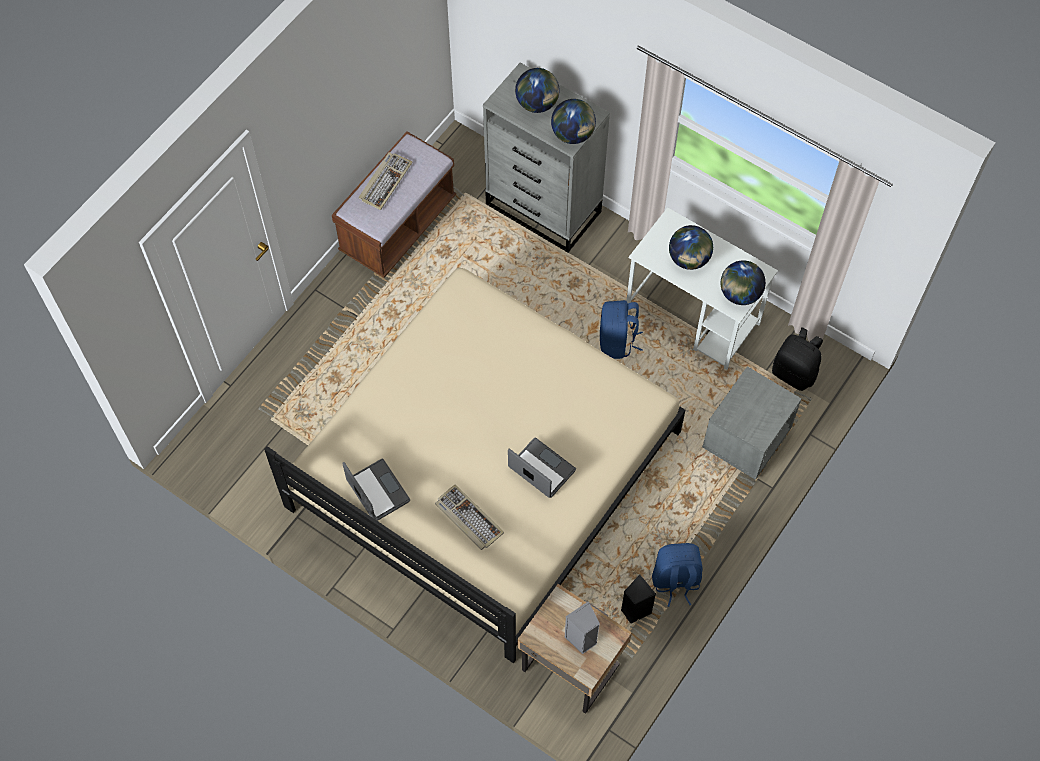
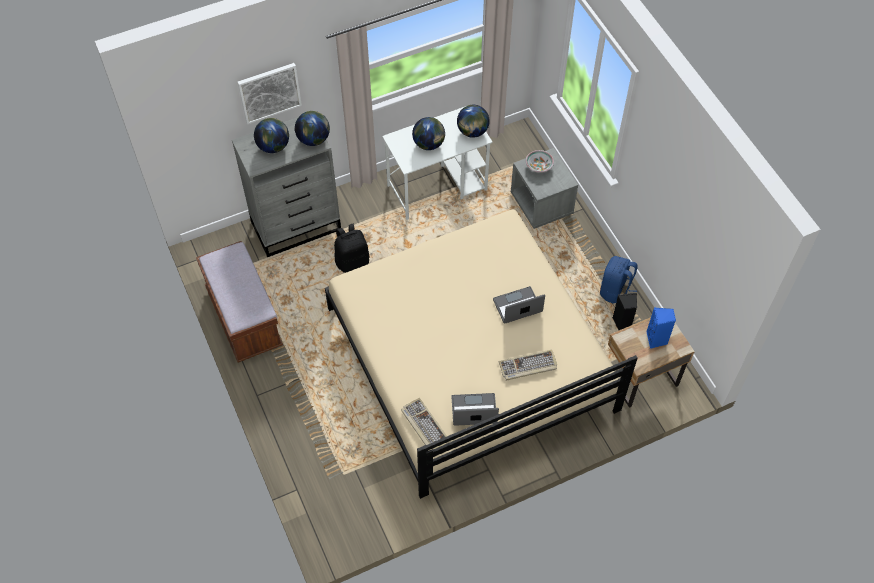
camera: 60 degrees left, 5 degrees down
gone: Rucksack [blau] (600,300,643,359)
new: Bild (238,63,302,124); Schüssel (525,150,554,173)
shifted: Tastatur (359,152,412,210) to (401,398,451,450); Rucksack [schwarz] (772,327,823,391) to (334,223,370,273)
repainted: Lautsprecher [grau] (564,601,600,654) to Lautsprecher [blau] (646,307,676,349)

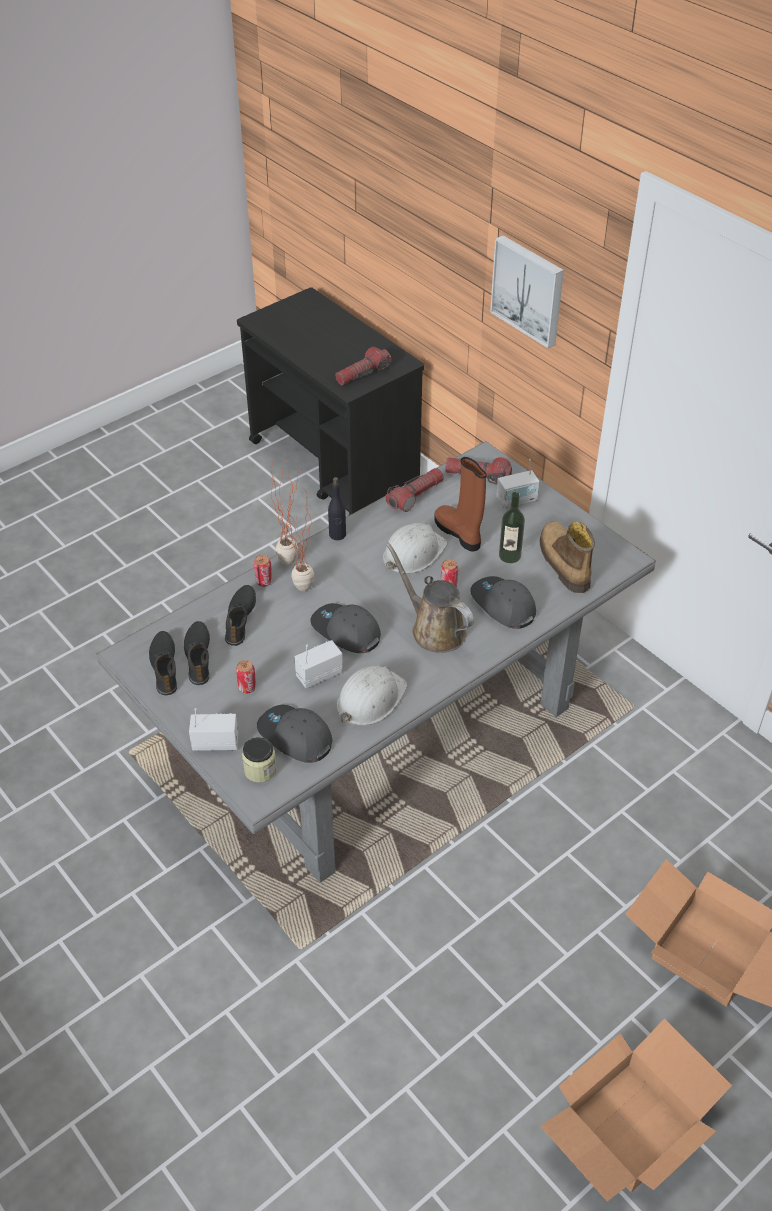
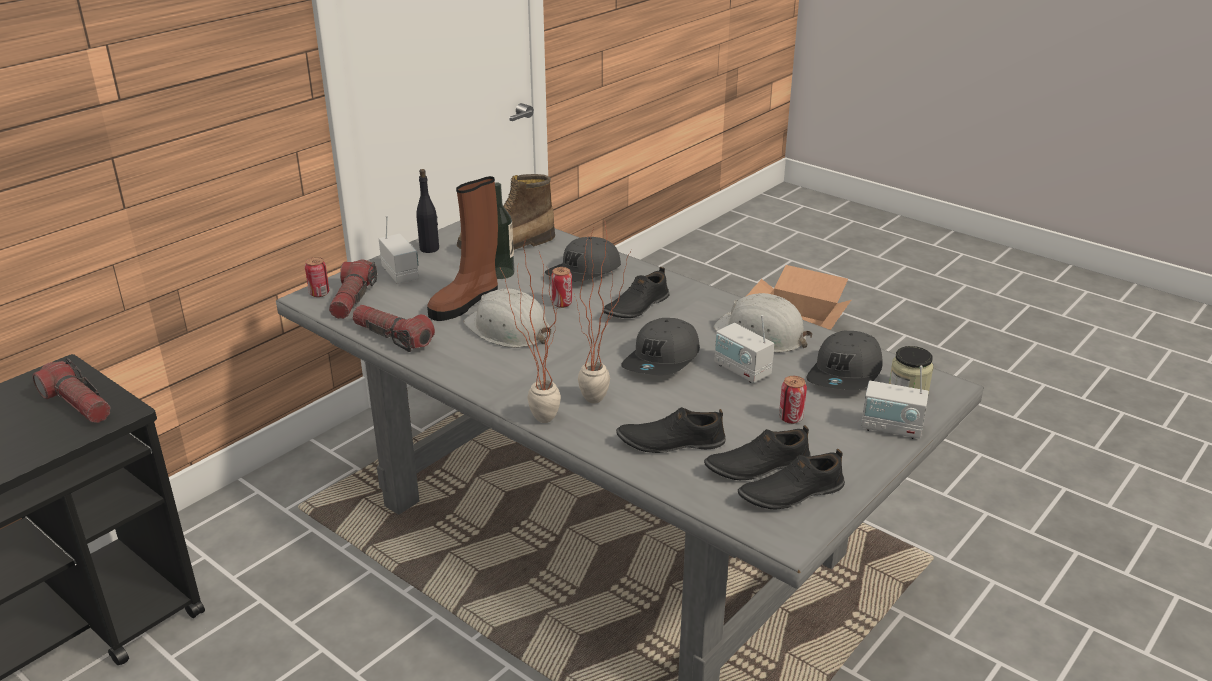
camera: 100 degrees left, 15 degrees down
gone: Bild (490,235,564,348); Karton (540,1019,732,1202)
shifted: Flasche [schwarz] (328,477,346,540) to (416,169,439,253); Dose (254,555,272,586) to (305,257,329,297)
swapped: Gießkanne [braun] (386,542,474,653) to Schuh [schwarz] (603,267,670,318)
rotated: Radio (189,708,238,751) = (861,366,929,439) 60 degrees counterclockwise

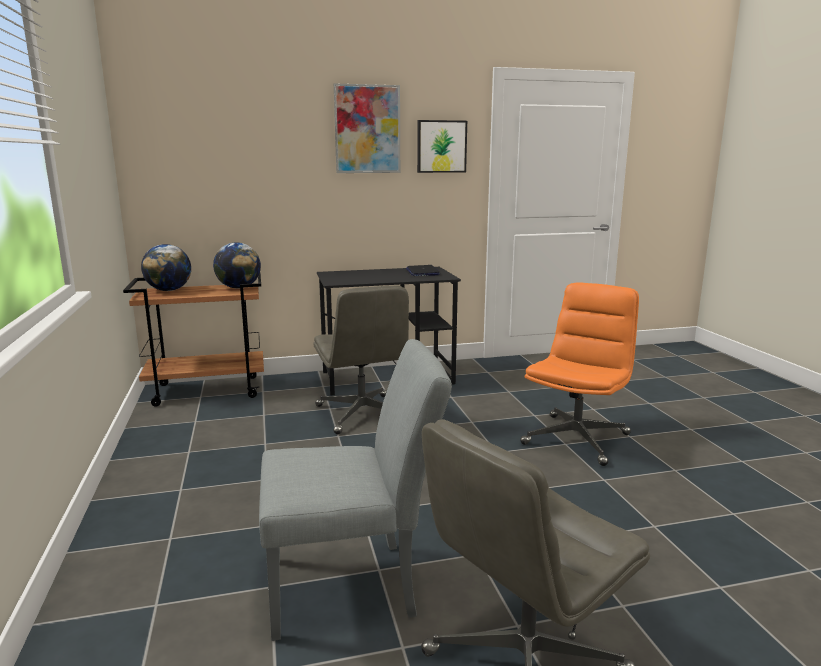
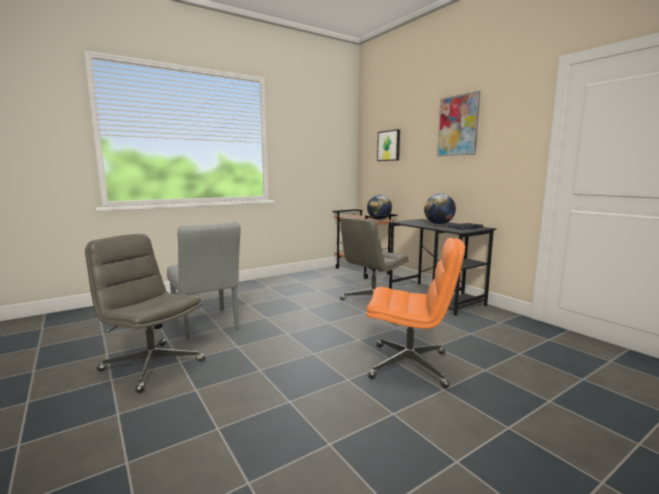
camera: 70 degrees right, 5 degrees down
shifted: Bild (417,120,467,173) to (377,129,400,161); Globus (141,244,191,291) to (424,194,456,224)

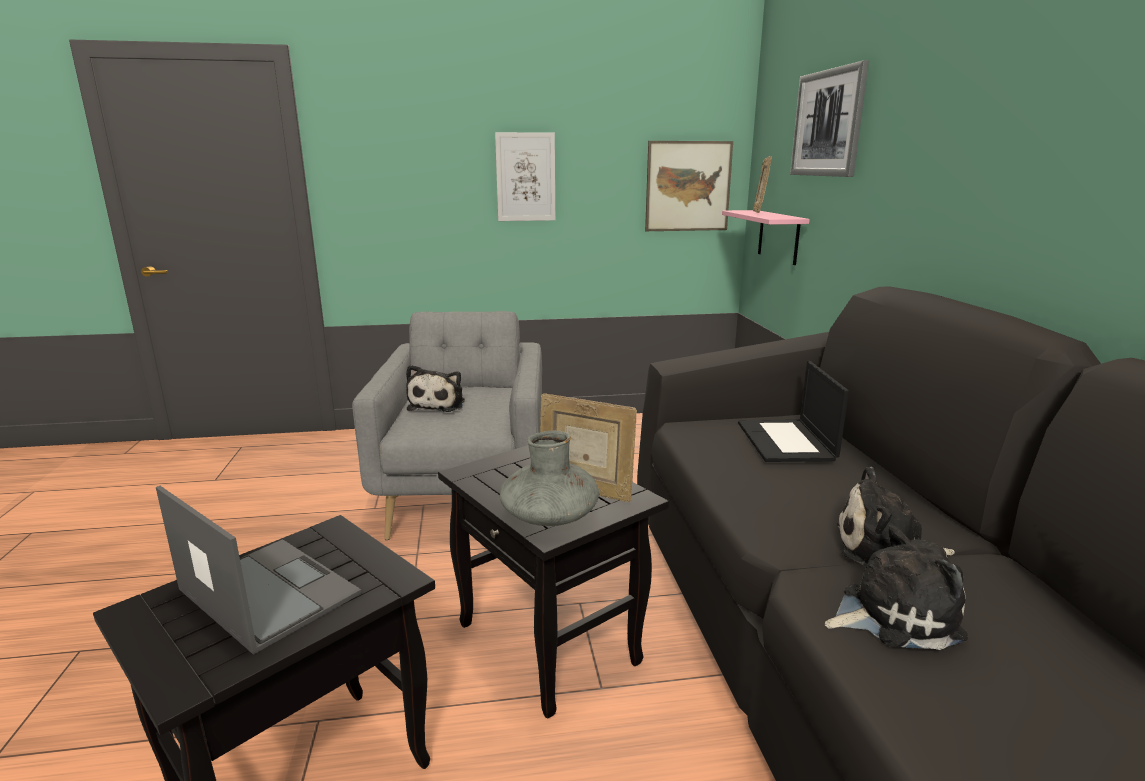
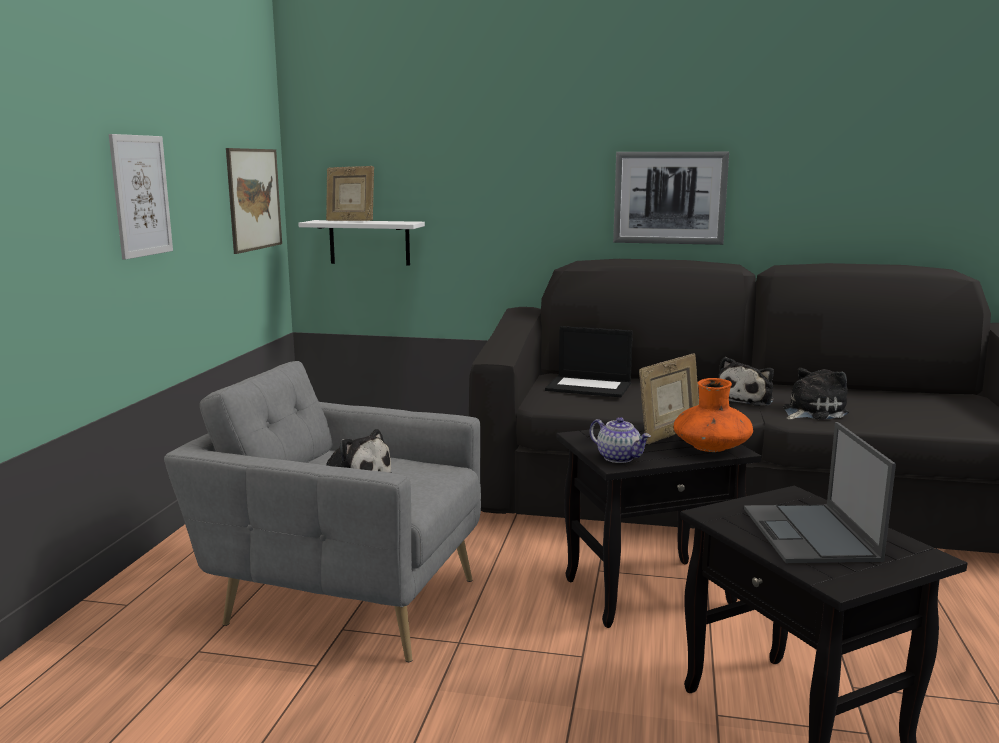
camera: 70 degrees left, 5 degrees down
new: Teekanne (589,417,651,463)
shifted: Bild (790,60,869,177) to (613,152,729,245)
repainted: Wandregal [rosa] (722,210,810,265) to Wandregal [weiß] (298,220,425,266); Vase [grau] (500,431,599,526) to Vase [orange] (673,378,753,452)
rotated: Laptop (156,486,362,655) = (744,422,896,563) 60 degrees counterclockwise; Plüschtier (825,525,968,650) = (783,368,849,420) 45 degrees clockwise

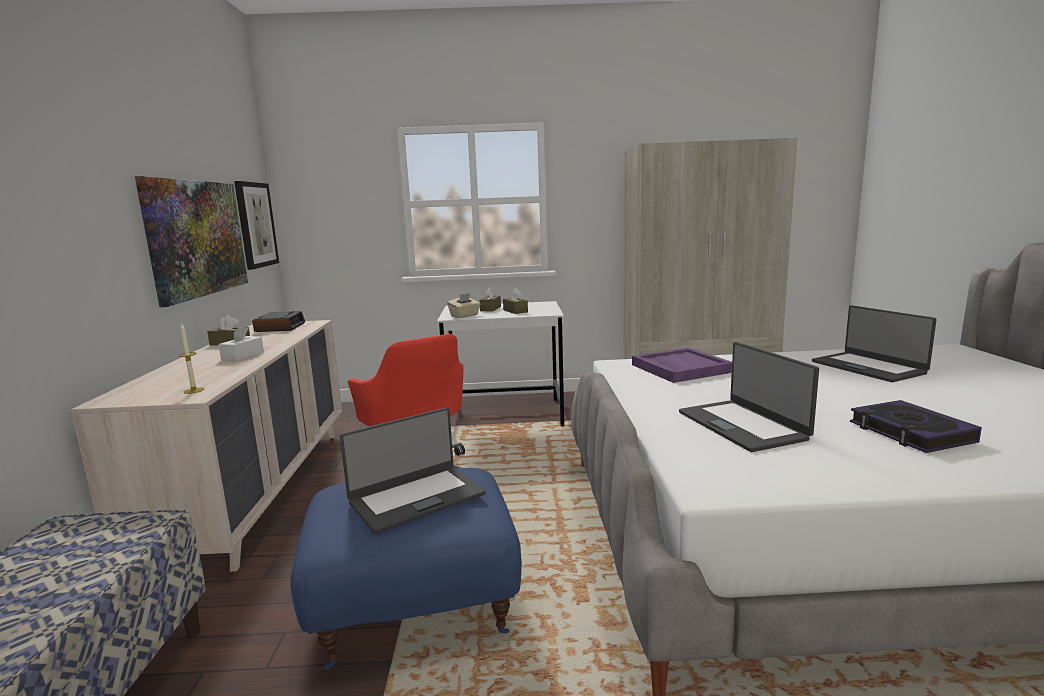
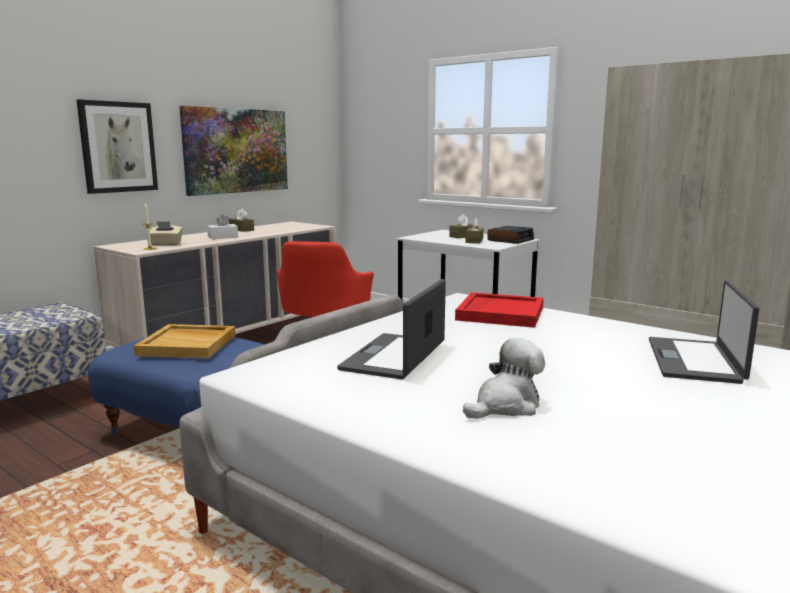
camera: 40 degrees right, 0 degrees up
shifted: Bild (234,181,279,270) to (77,99,158,194); Taschentuchbox [beige] (447,293,480,318) to (150,221,183,246); Wecker (252,311,305,332) to (487,226,534,244)
swapped: Buch (850,400,982,453) to Plüschtier (463,338,545,419); Laptop (340,407,486,534) to Tablett [beige] (134,324,236,359)
repainted: Tablett [lila] (632,348,732,383) to Tablett [rot] (455,292,544,328)

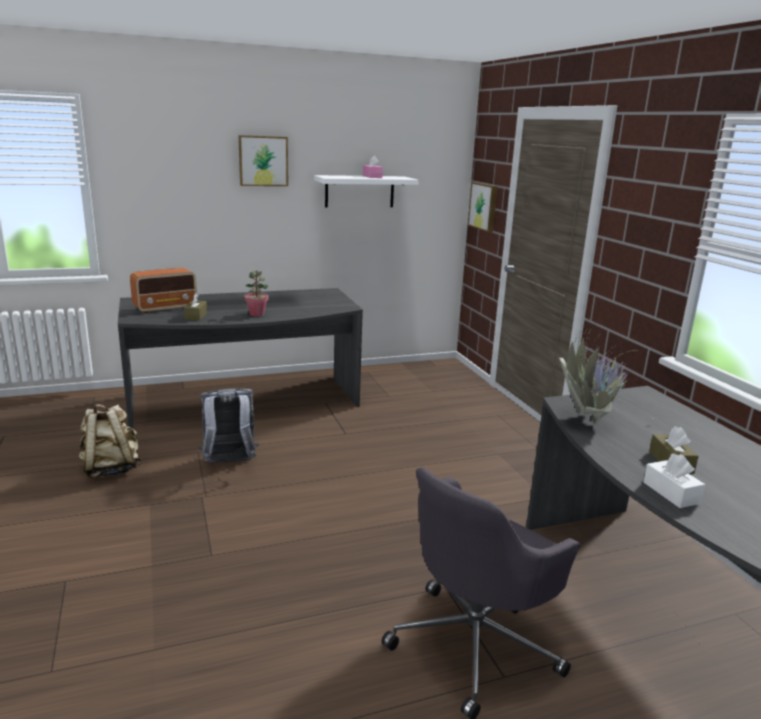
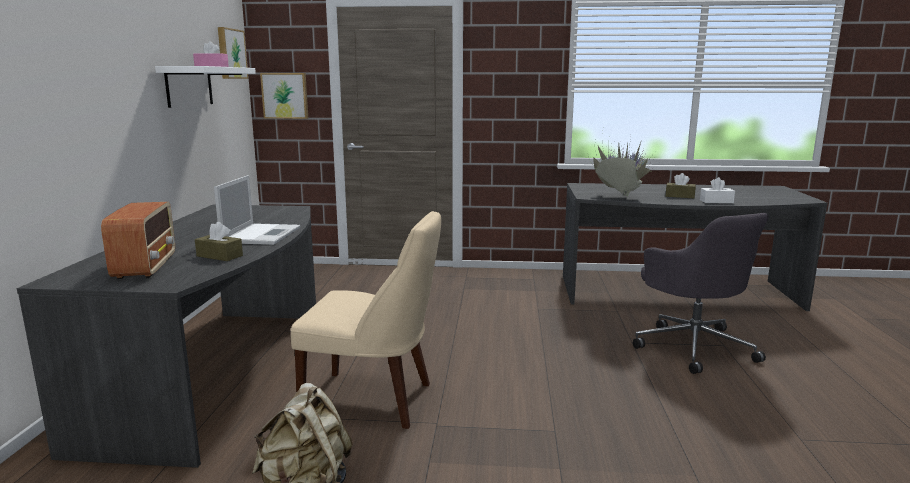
camera: 65 degrees left, 5 degrees down
shifted: Bild (238,135,288,186) to (218,27,248,79)
swapped: Topfpflanze (244,270,269,317) to Laptop (214,175,300,245); Rucksack [grau] (198,389,259,463) to Stuhl [beige] (291,211,441,429)

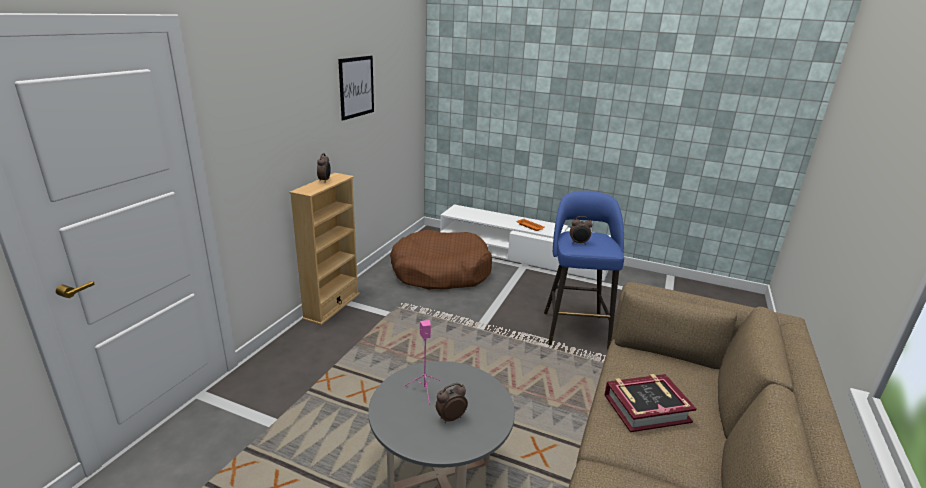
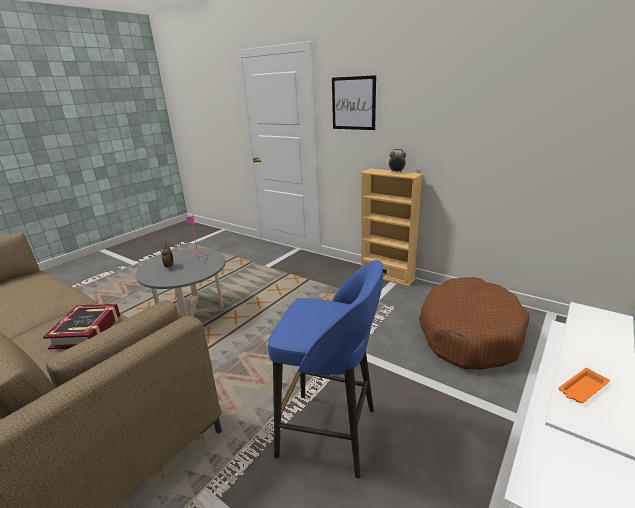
camera: 105 degrees right, 0 degrees up
gone: Wecker (570,216,593,245)
shifted: Bild (338,56,374,120) to (332,75,376,130)

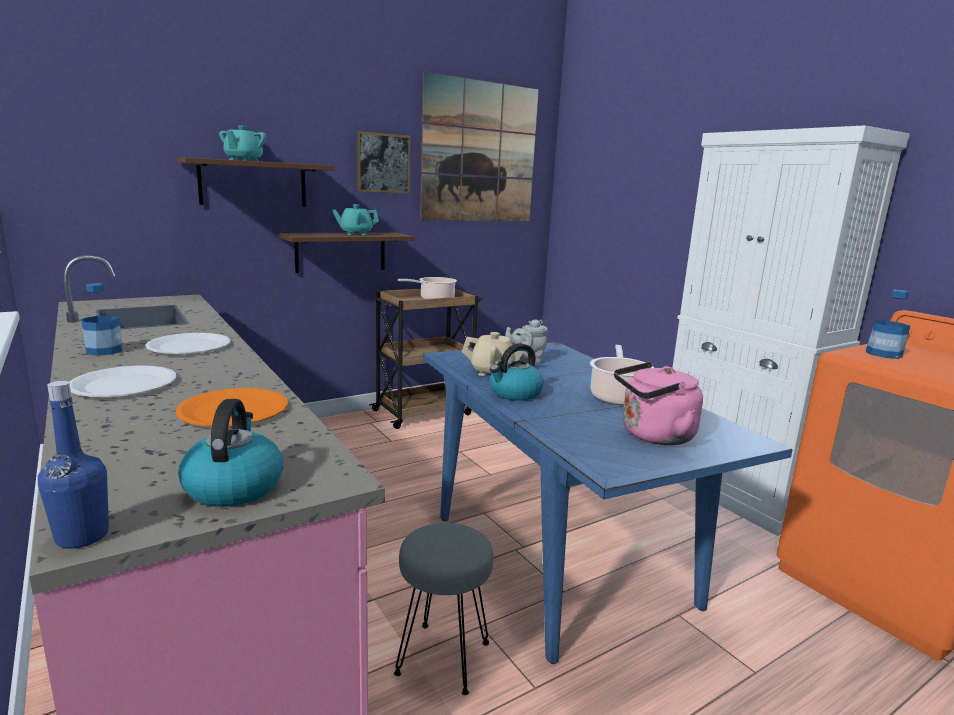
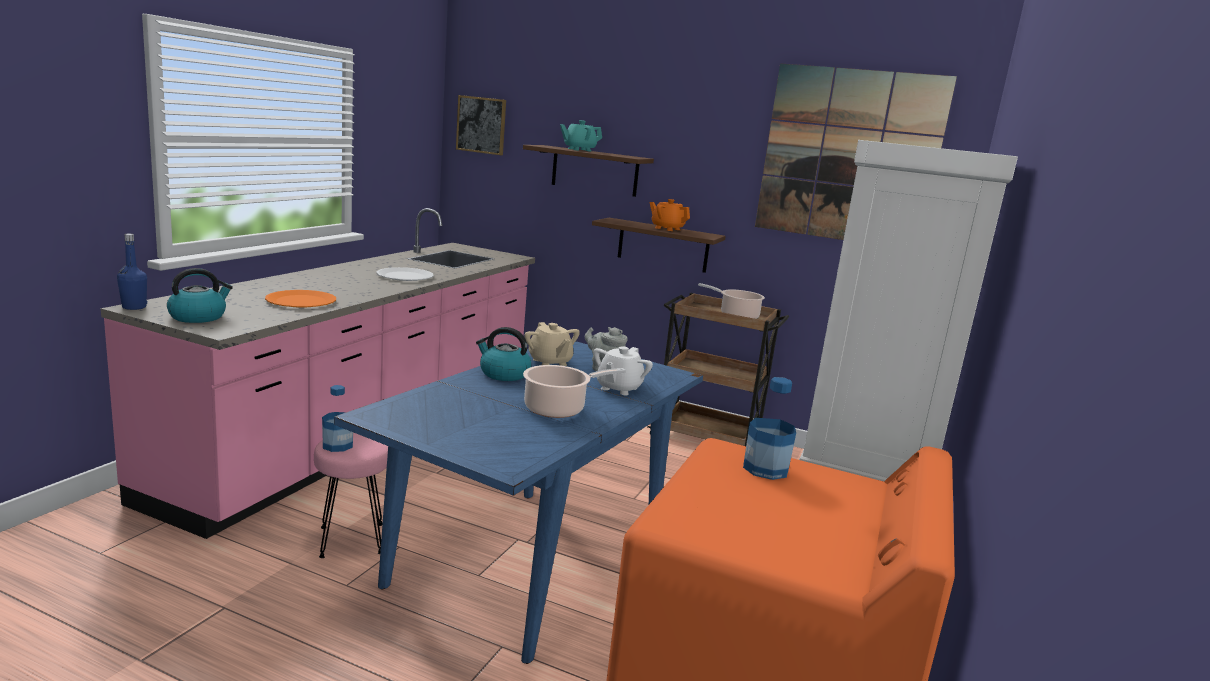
camera: 55 degrees right, 0 degrees up
gone: Wasserkessel [rosa] (614,362,703,445); Teller [weiß] (69,365,176,397)
new: Teekanne [weiß] (593,346,653,395)
shifted: Bild (357,131,411,193) to (456,95,506,155); Flasche (81,283,122,356) to (322,385,353,452)
repainted: Teekanne [türkis] (332,204,379,235) to Teekanne [orange] (650,199,690,231); Hocker [grau] (394,523,493,695) to Hocker [rosa] (314,433,388,558)

